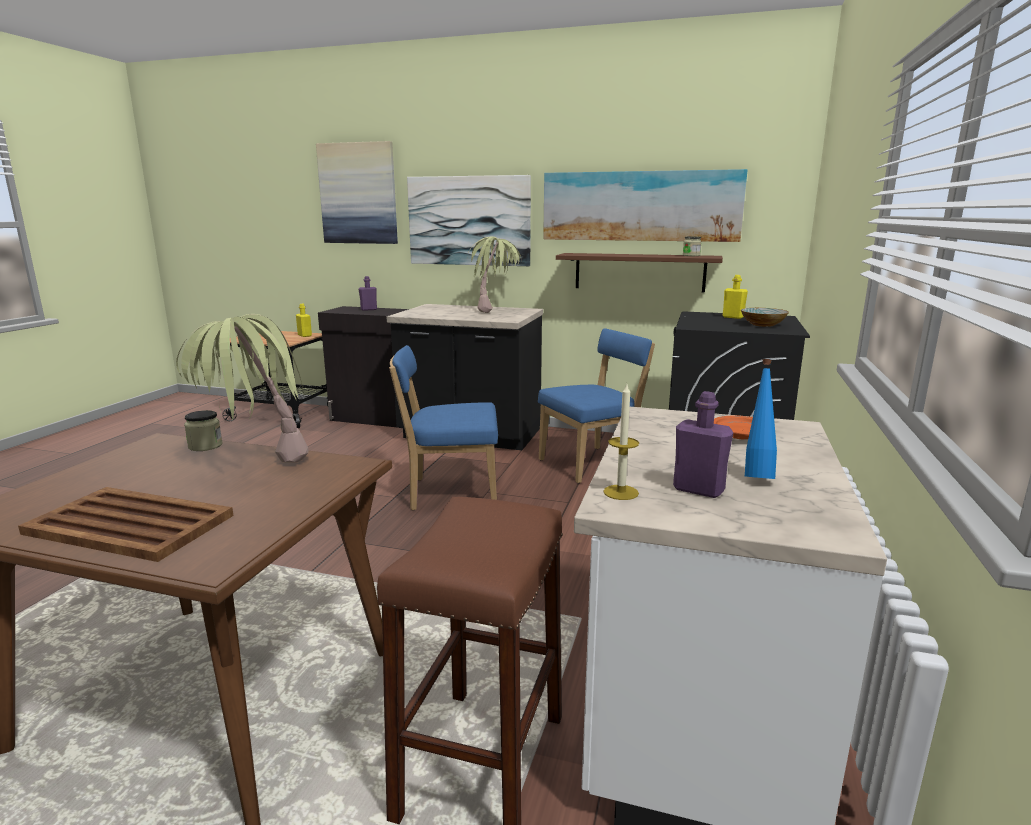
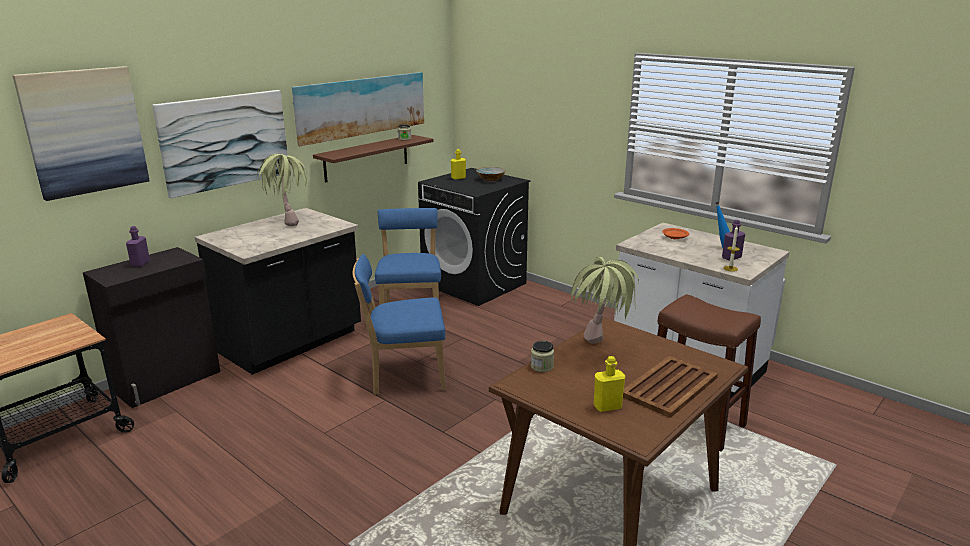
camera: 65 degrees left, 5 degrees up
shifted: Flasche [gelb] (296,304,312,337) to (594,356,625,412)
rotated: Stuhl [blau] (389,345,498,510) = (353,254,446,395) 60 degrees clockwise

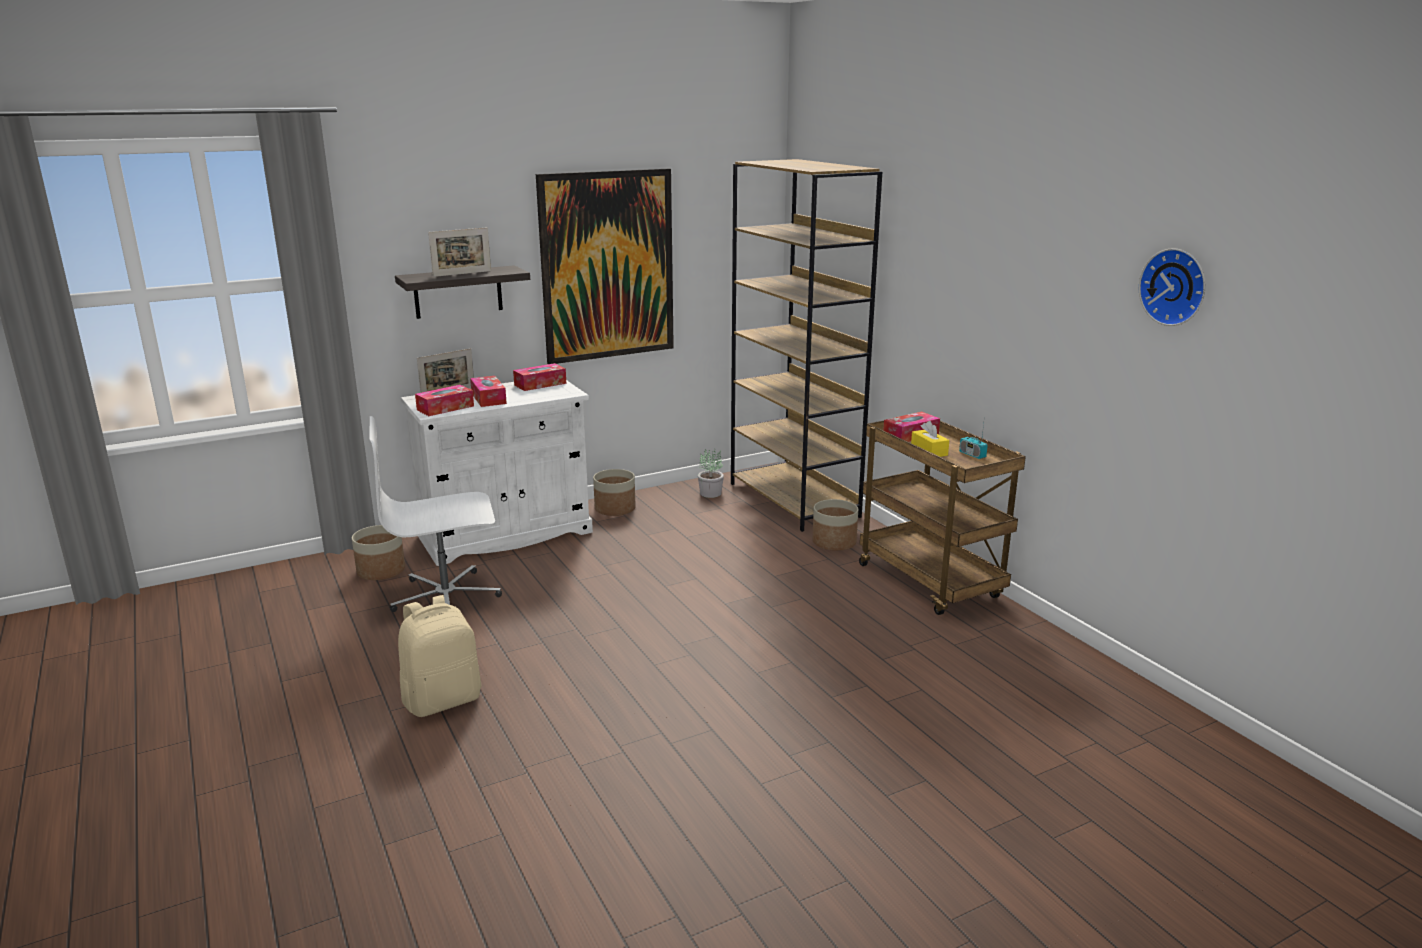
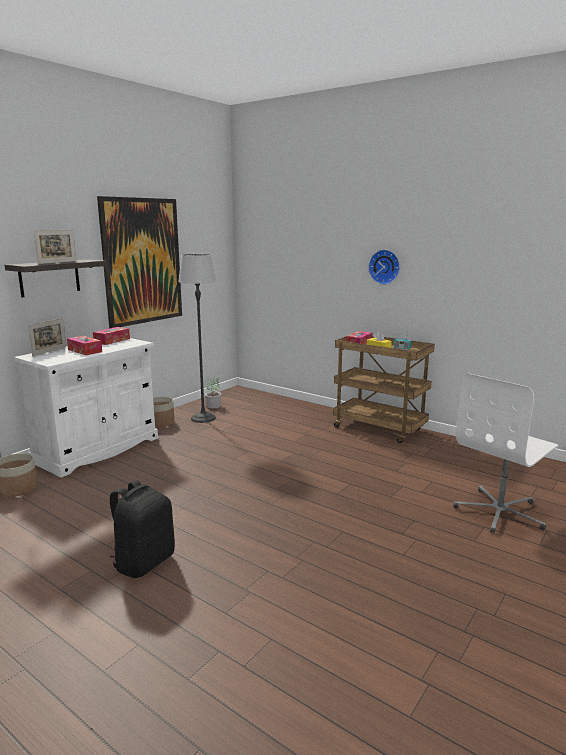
camera: 25 degrees left, 5 degrees down
gone: Bücherregal [braun] (731,159,882,532); Taschentuchbox (415,385,474,416); Pflanzkübel (812,499,858,551)
new: Stehlampe (178,254,216,423)
shifted: Wanduhr (1139,248,1206,326) to (368,249,400,285); Bürostuhl [weiß] (369,416,502,612) to (453,374,559,534)
repainted: Rucksack [beige] (398,595,481,717) to Rucksack [schwarz] (110,480,175,578)

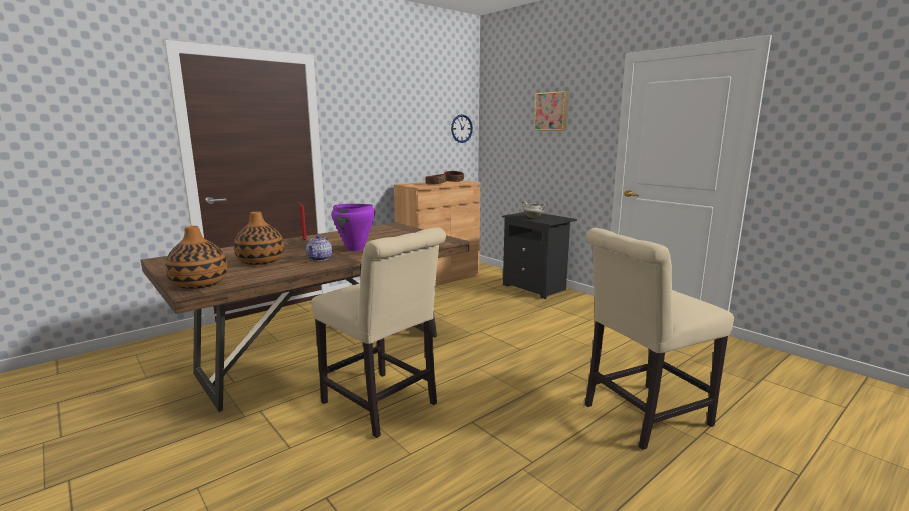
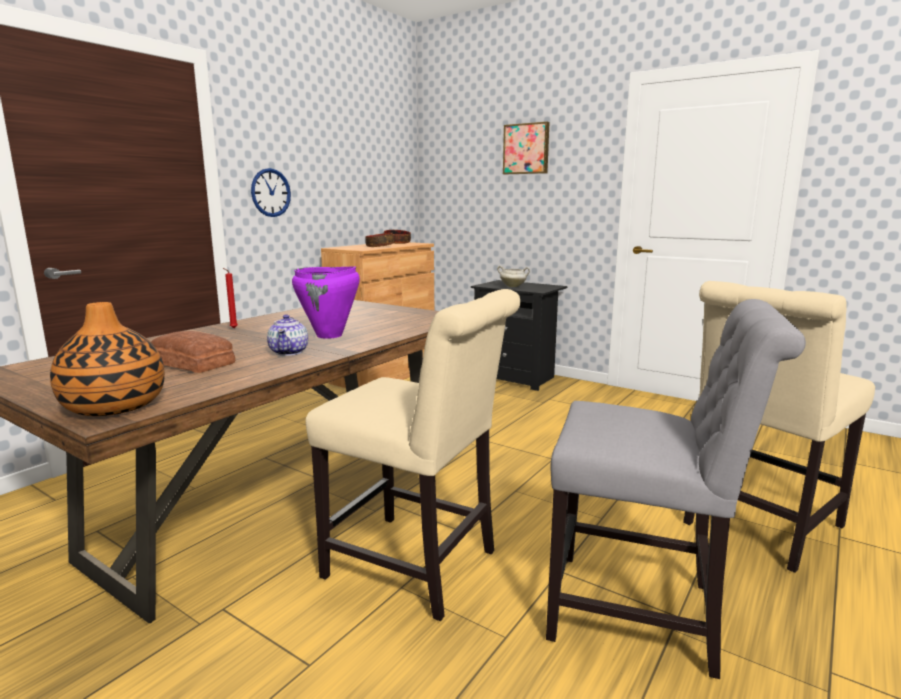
camera: 15 degrees left, 0 degrees up
new: Stuhl [grau] (546,299,806,679)
shifted: Wanduhr (451,114,473,143) to (251,168,291,217)
swapped: Vase (234,212,284,265) to Brot (151,331,235,373)

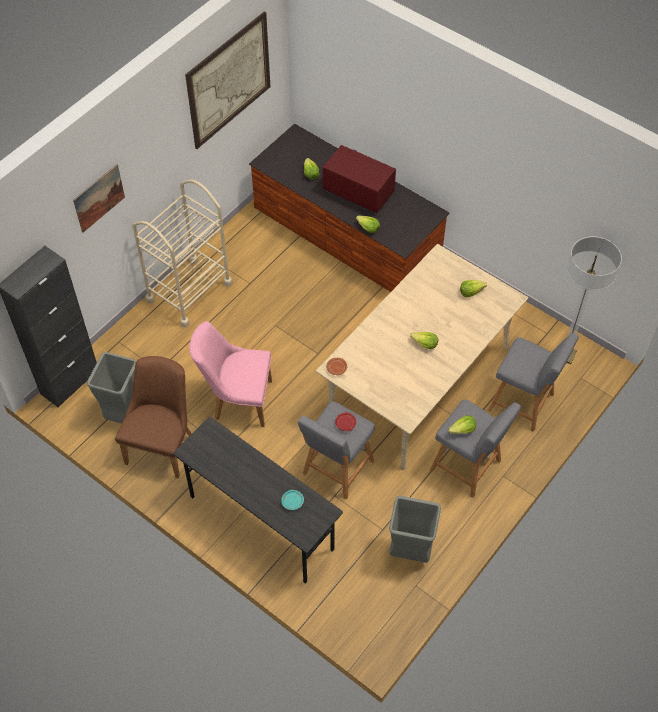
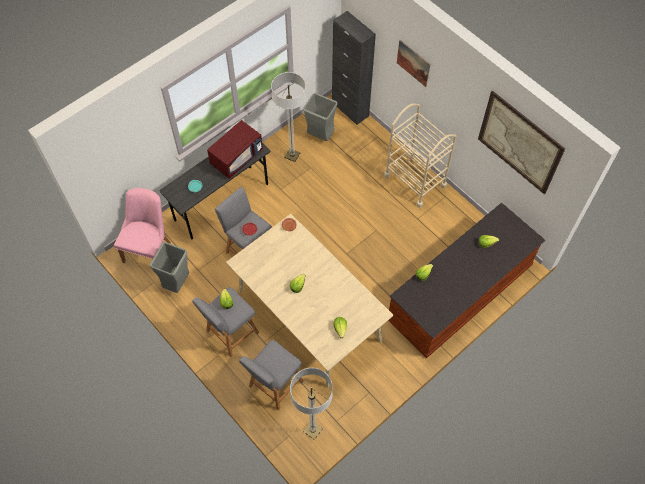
camera: 100 degrees right, 5 degrees up
shifted: Mikrowelle [rot] (322,145,396,214) to (207,120,263,179); Stuhl [rosa] (189,321,272,427) to (114,188,171,263)
swapped: Stuhl [braun] (115,356,192,479) to Stehlampe (271,72,306,162)

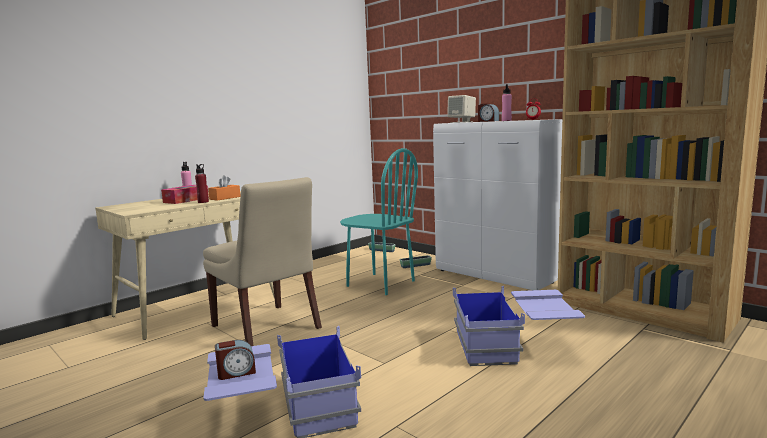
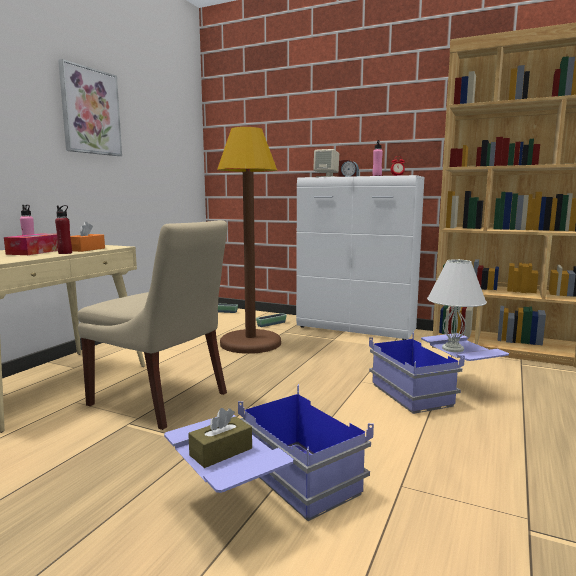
camera: 20 degrees left, 0 degrees up
new: Bild (58,59,122,156); Tischlampe [weiß] (427,259,487,352)
swapped: Stuhl [türkis] (340,148,418,295) to Stehlampe [braun] (217,127,281,354); Wecker (215,340,256,380) to Taschentuchbox [braun] (188,408,252,468)

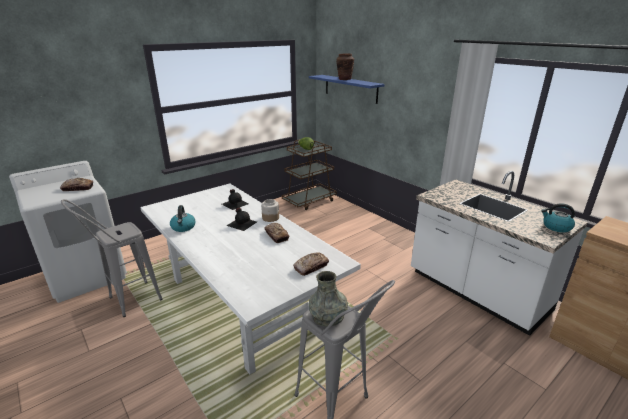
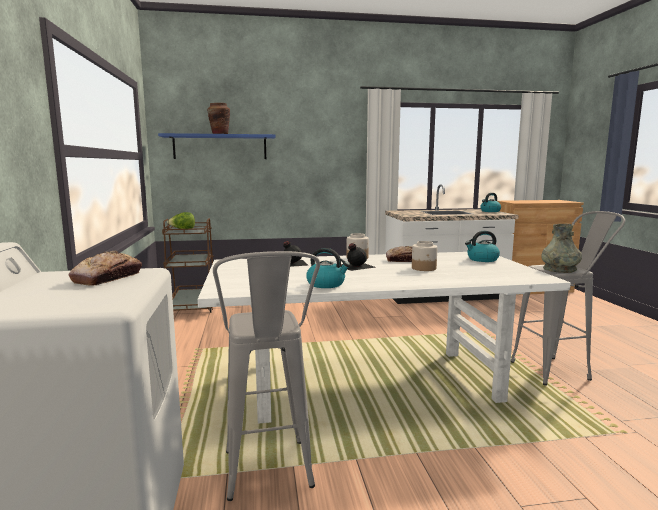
camera: 60 degrees left, 15 degrees down
new: Vorratsglas (412,241,437,271)
swapped: Brot (293,253,329,276) to Wasserkessel (465,231,500,262)

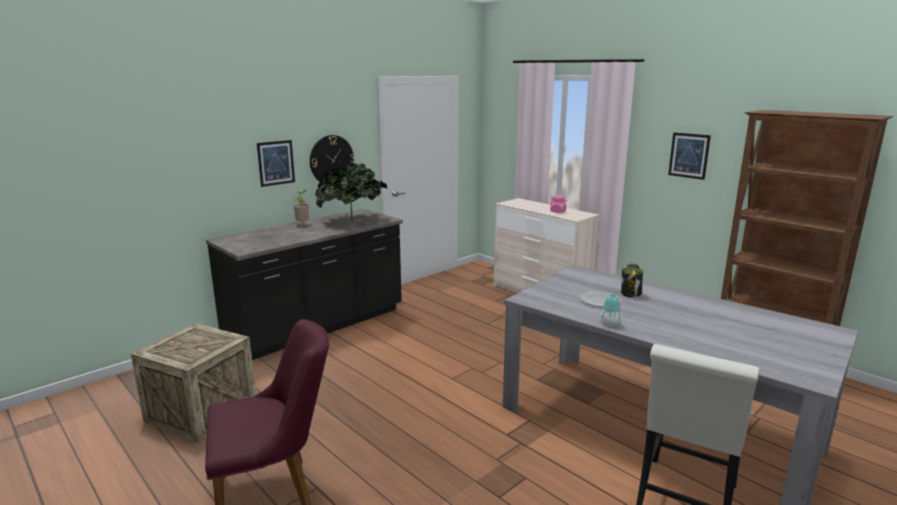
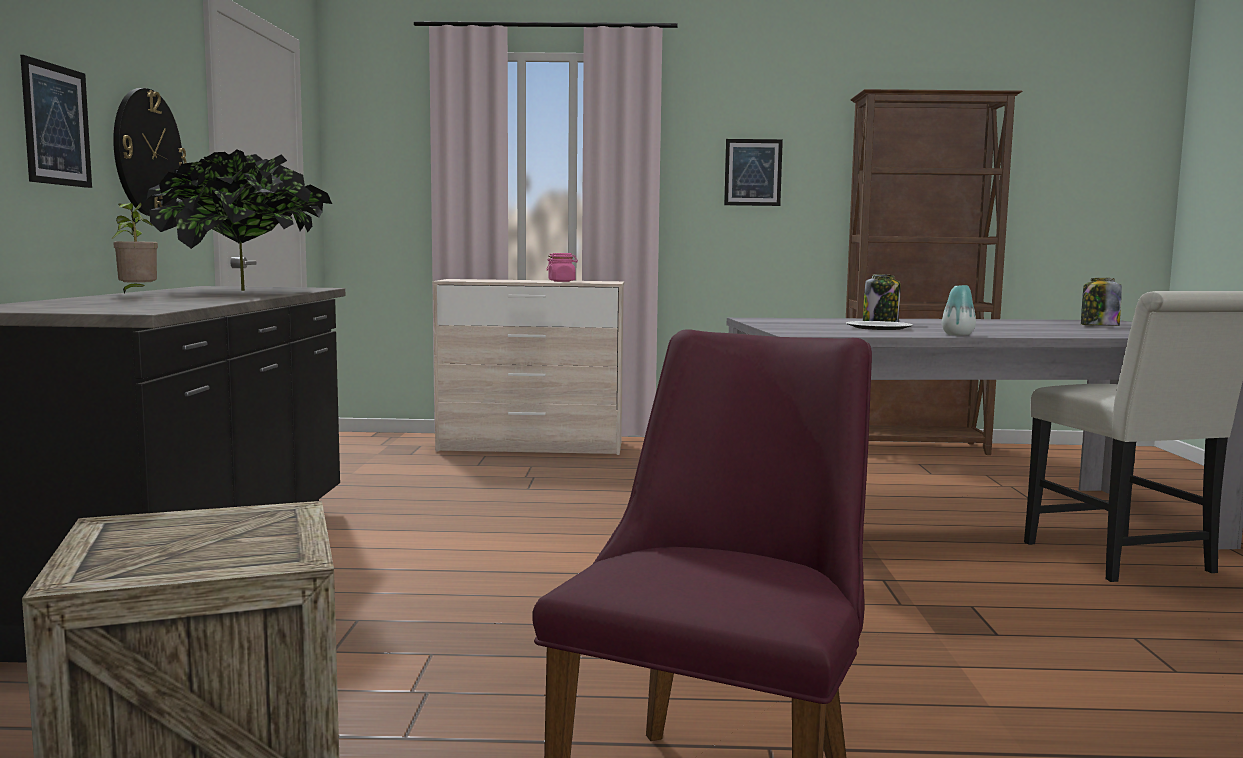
camera: 45 degrees left, 10 degrees down
new: Vorratsglas (1081,278,1122,326)

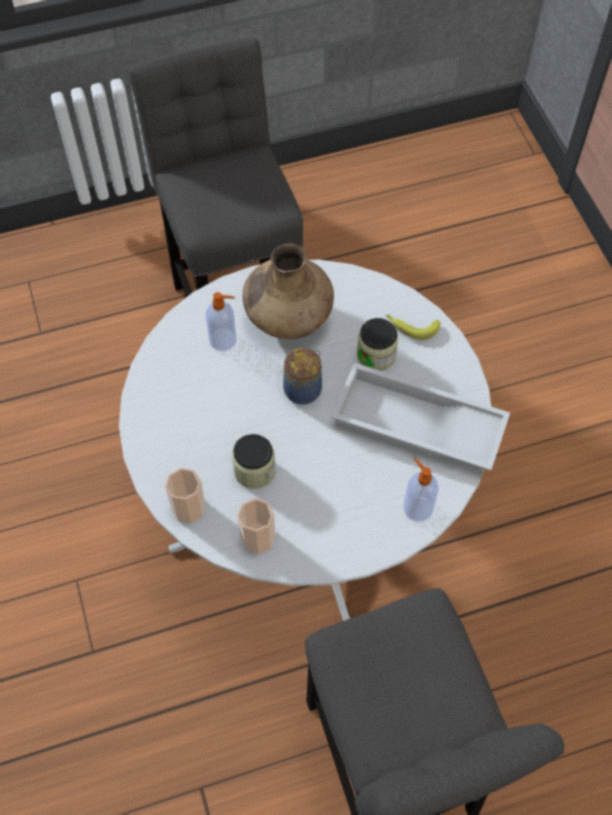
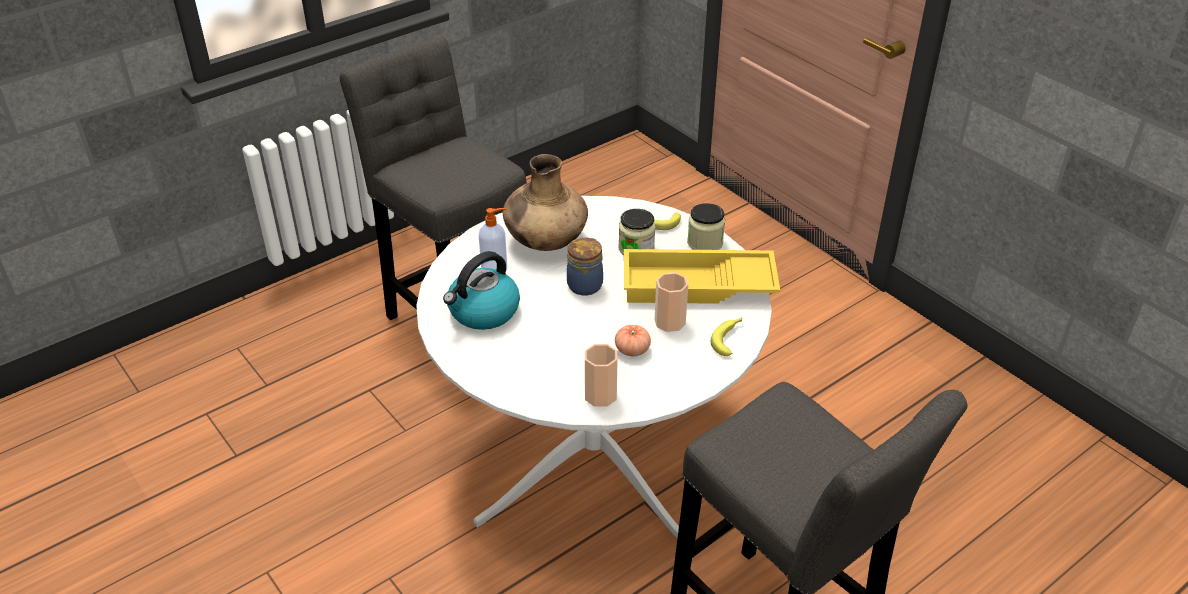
camera: 20 degrees left, 20 degrees down
new: Wasserkessel (443,251,520,330); Tomate (615,325,651,356)
shifted: Vorratsglas (232,434,276,489) to (687,203,725,250); Tasse (165,468,206,524) to (655,272,688,332)
swapped: Seifenspender (403,458,439,522) to Banane (710,317,742,356)
repainted: Tablett [weiß] (331,363,510,471) to Tablett [gelb] (624,249,780,304)

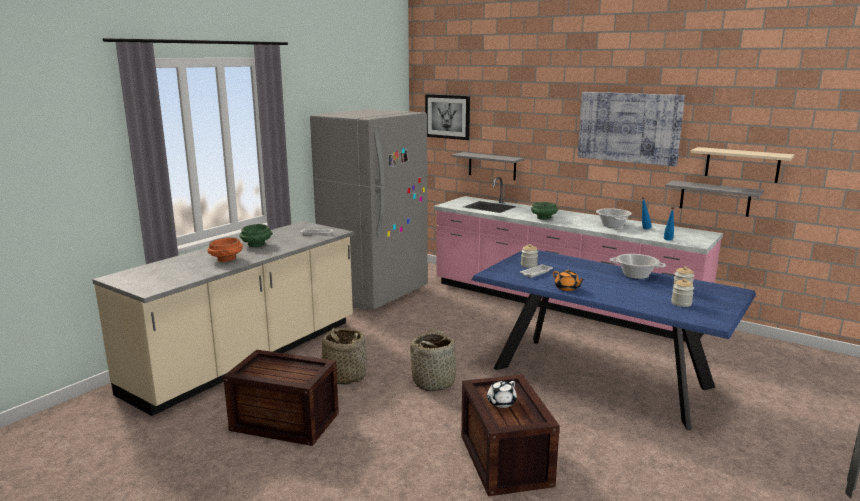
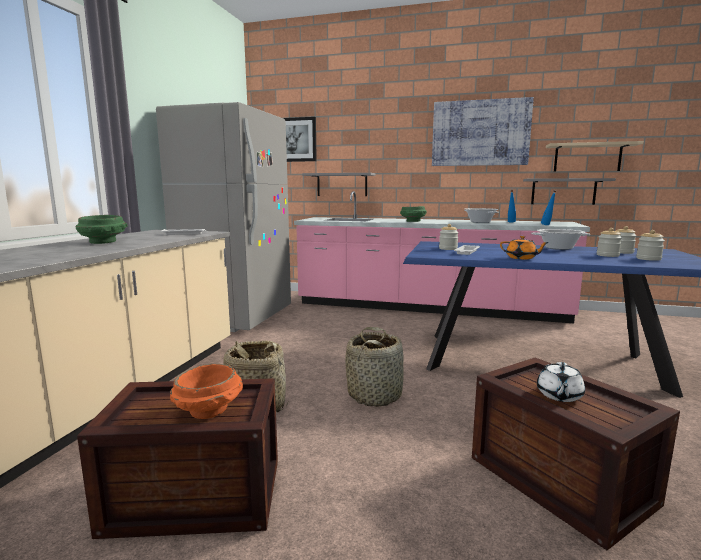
camera: 20 degrees left, 5 degrees down
new: Vorratsglas (597,228,622,257)
shifted: Schüssel [orange] (208,237,243,262) to (170,364,243,419)

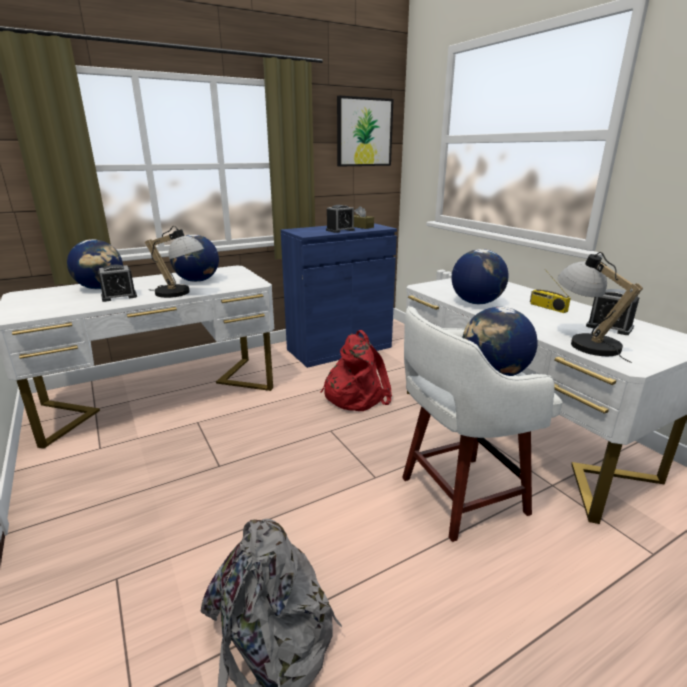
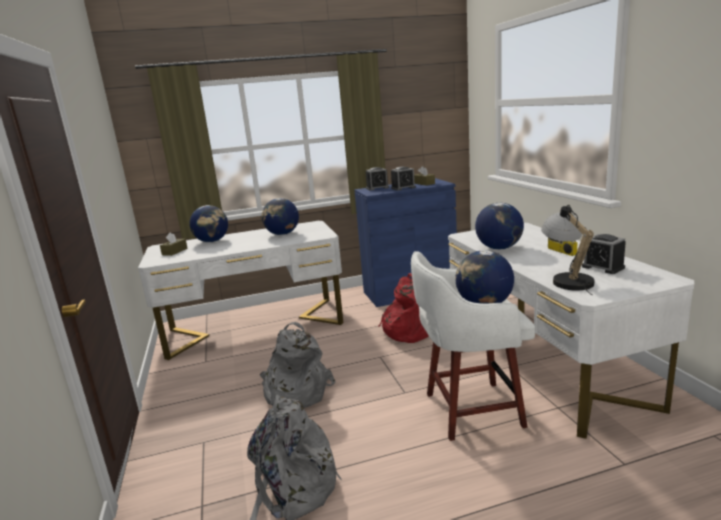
camera: 15 degrees right, 5 degrees down
gone: Bild (337,95,393,167); Tischlampe (145,226,204,298)
new: Taschentuchbox [braun] (160,232,188,256); Rucksack [grau] (260,322,335,408)
shifted: Wecker (98,265,137,302) to (366,167,389,191)

